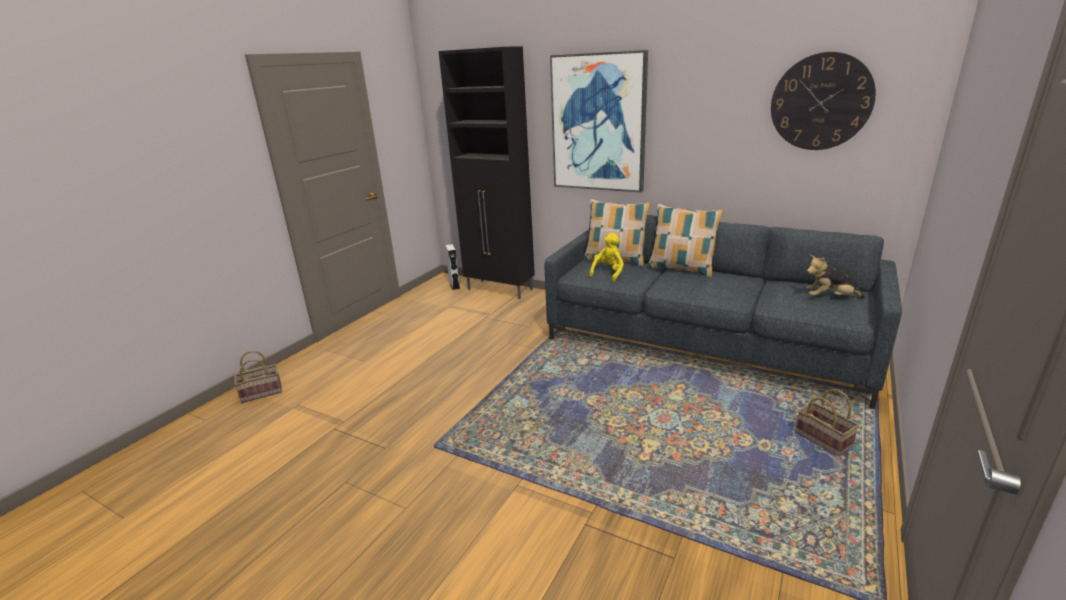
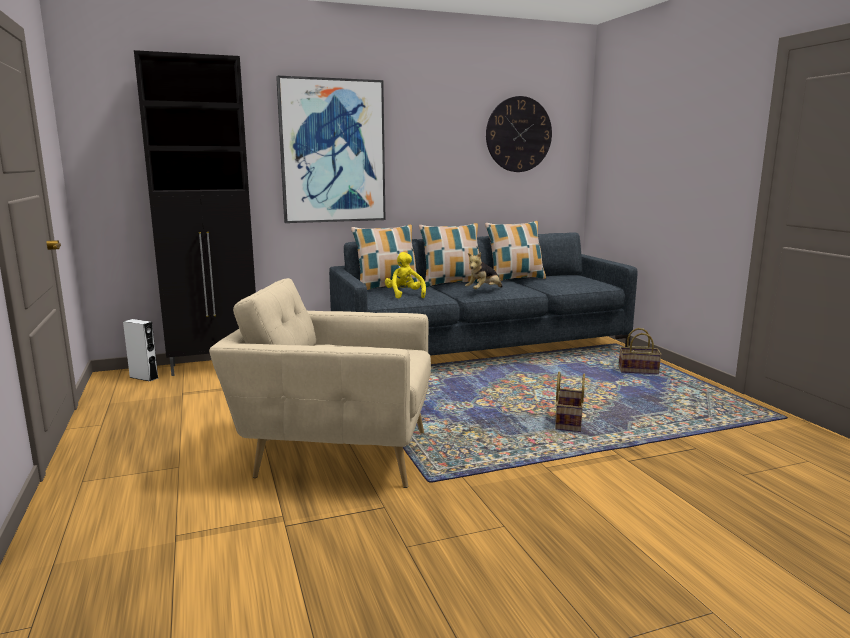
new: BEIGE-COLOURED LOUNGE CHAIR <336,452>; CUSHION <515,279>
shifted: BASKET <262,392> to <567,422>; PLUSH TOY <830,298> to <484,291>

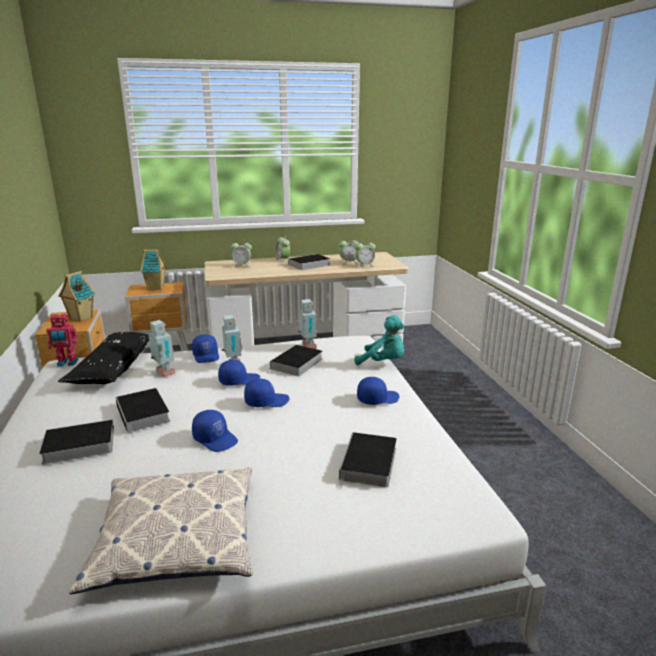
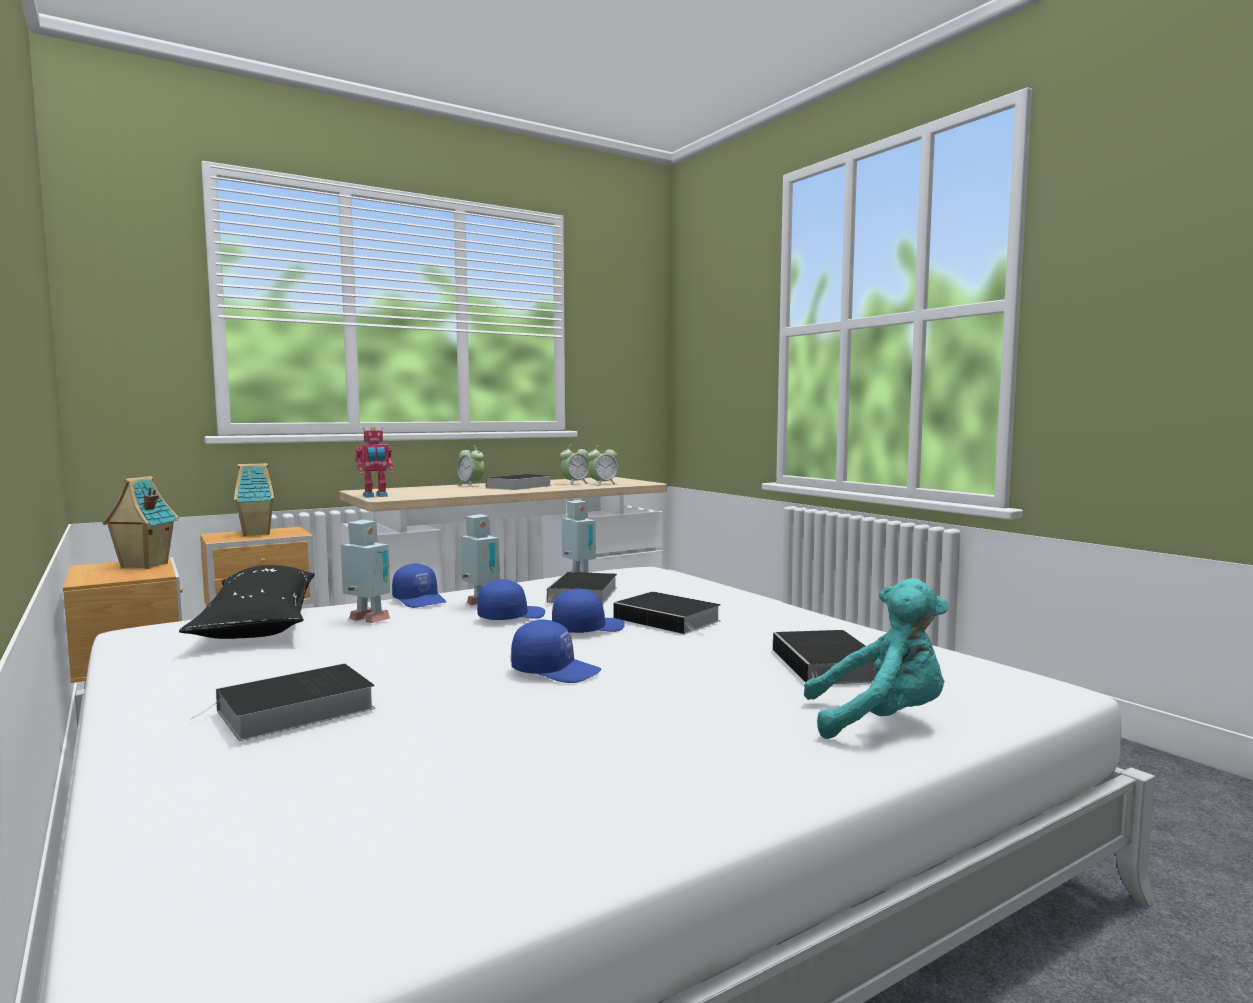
gone: CUSHION <176,538>; BEDSIDE CLOCK <242,265>; BLUE-COLOURED PEAKED CAP <377,398>
shifted: MODEL ROBOT <67,363> to <375,496>; BOUND BOOK <144,414> to <670,620>; TURQUOISE-COLOURED PLUSH TOY <383,362> to <880,721>

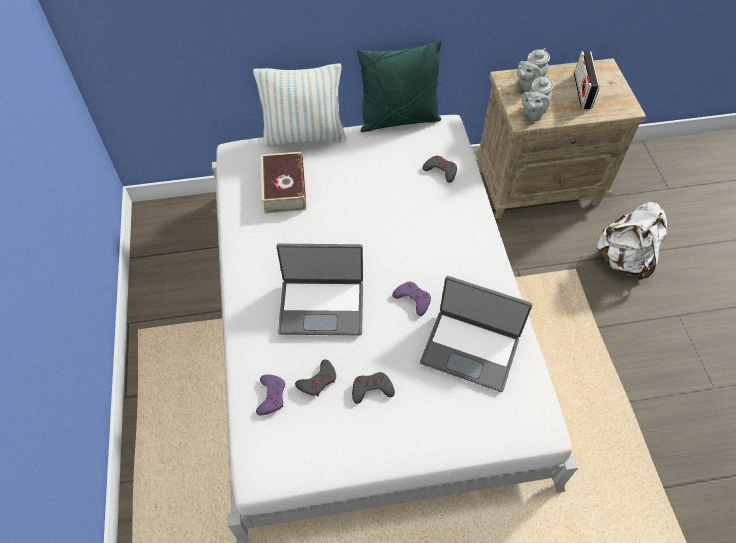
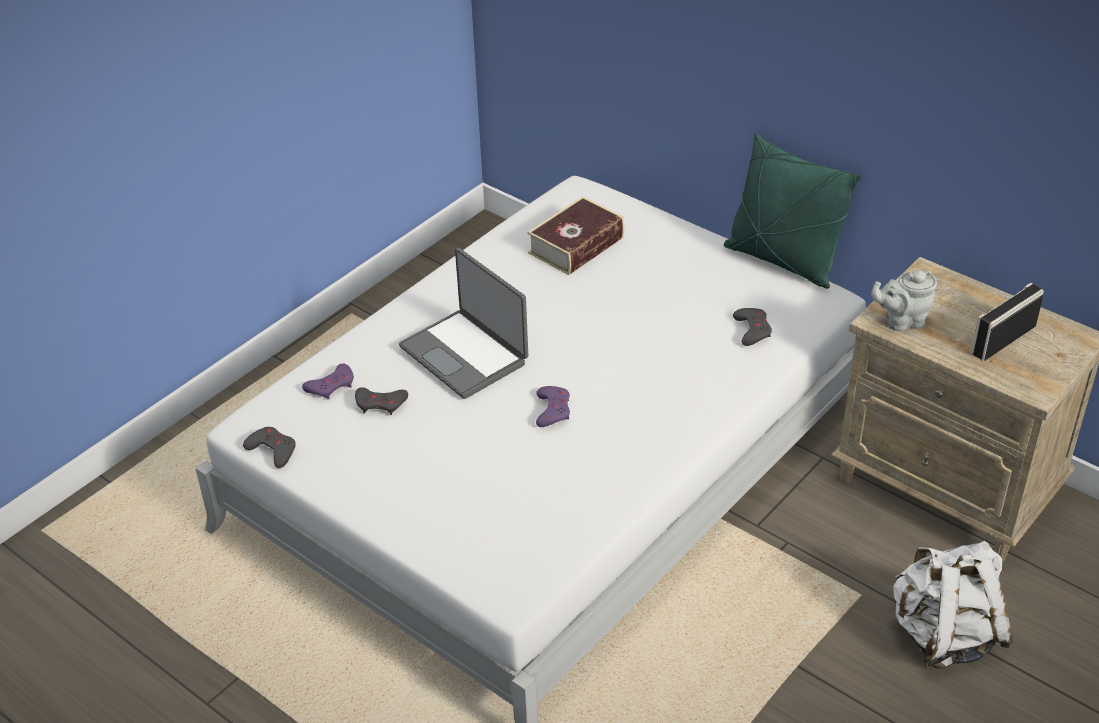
gone: CUSHION <304,136>; PORTABLE COMPUTER <470,349>; GRAY POT FOR TEA <528,85>
shifted: GRAY GAME CONTROLLER <371,389> to <272,450>

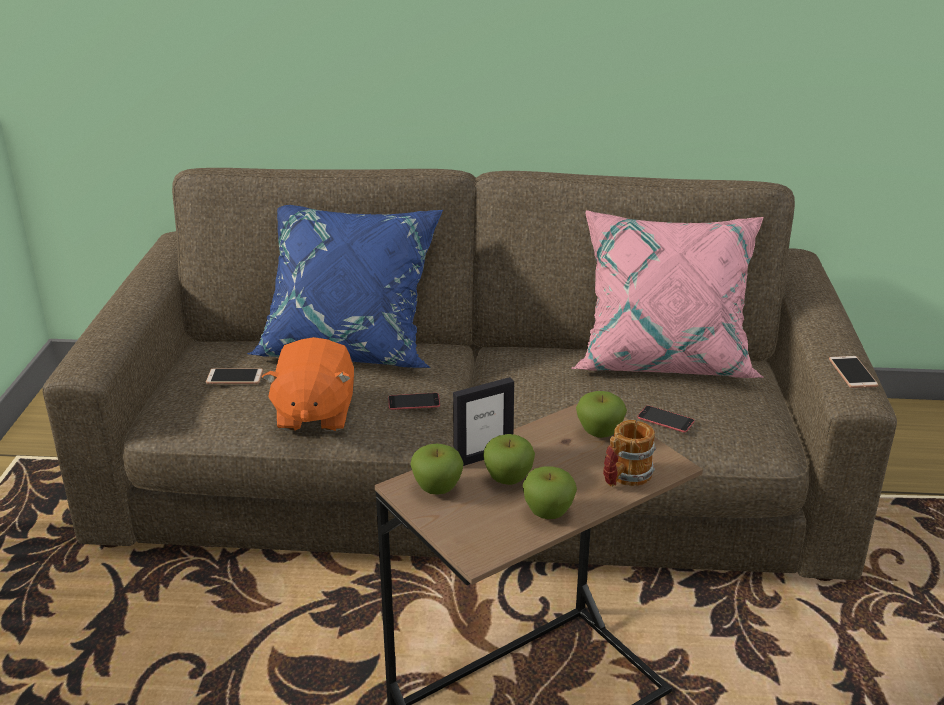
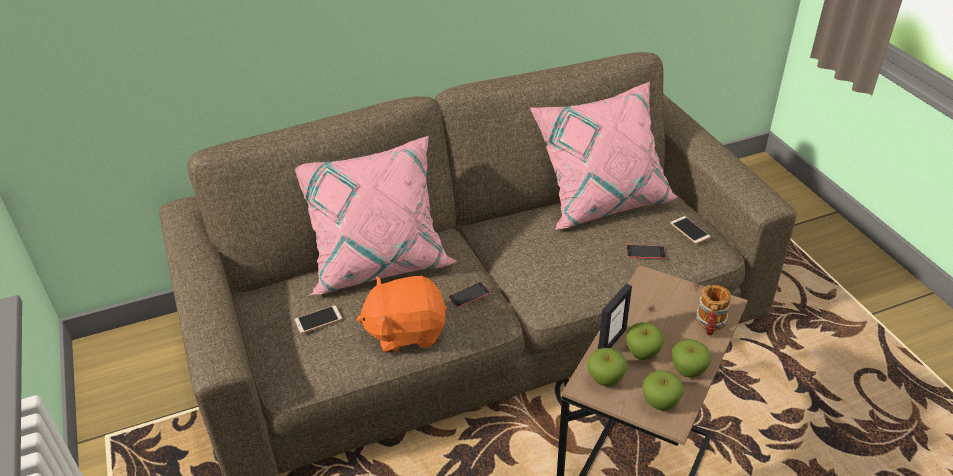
shifted: WHOLE APPLE <599,433> to <660,403>; PHONE <852,373> to <690,230>
repainted: BLUE-COLOURED CUSHION <350,347> to PINK CUSHION <378,260>
rotated: ORANGE-COLOURED PLUSH TOY <314,414> = <406,331> 105 degrees clockwise

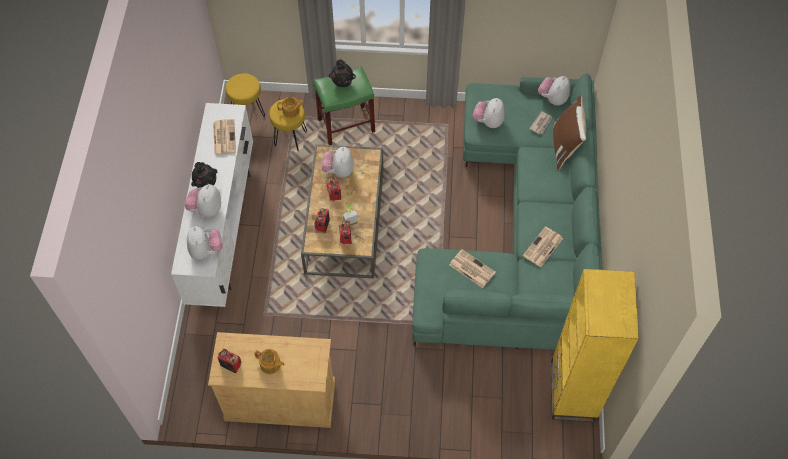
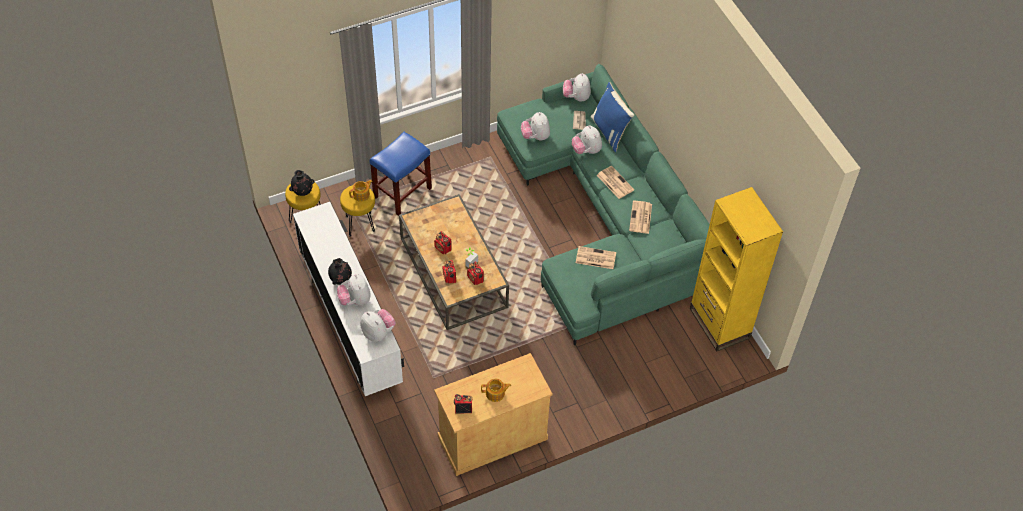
shifted: NEWSPAPER <224,137> to <614,182>; PLUSH TOY <338,171> to <586,150>; BLACK VASE <342,83> to <302,192>
repainted: GREEN STOOL <346,124> to BLUE-COLOURED STOOL <402,192>; BROWN CUSHION <565,146> to BLUE-COLOURED CUSHION <610,131>

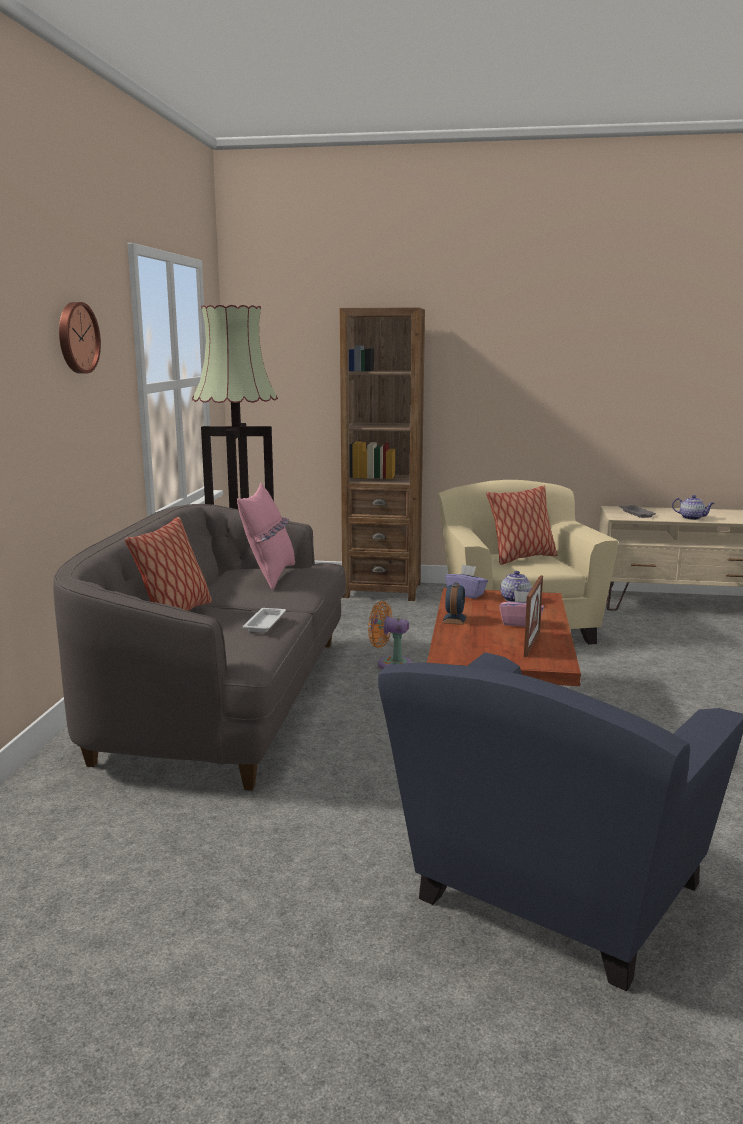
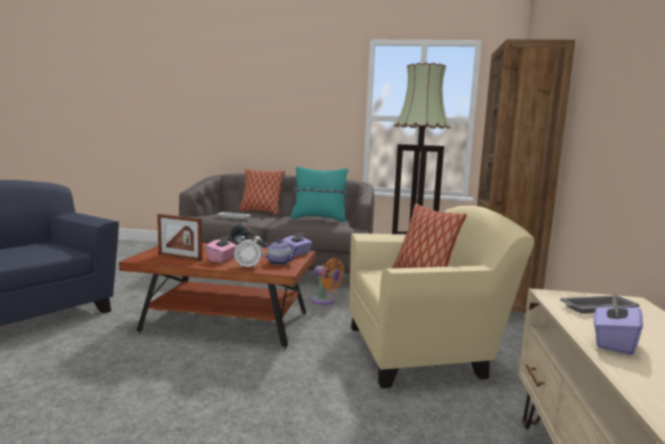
gone: HANGING CLOCK <76,338>
new: BEDSIDE CLOCK <248,267>
swapped: POT FOR TEA <692,518> to PURPLE TISSUE BOX <613,343>
repainted: PINK CUSHION <269,576> to TURQUOISE-COLOURED CUSHION <319,219>
rotated: ORANGE-COLOURED FAN <390,664> = <325,301> 105 degrees clockwise

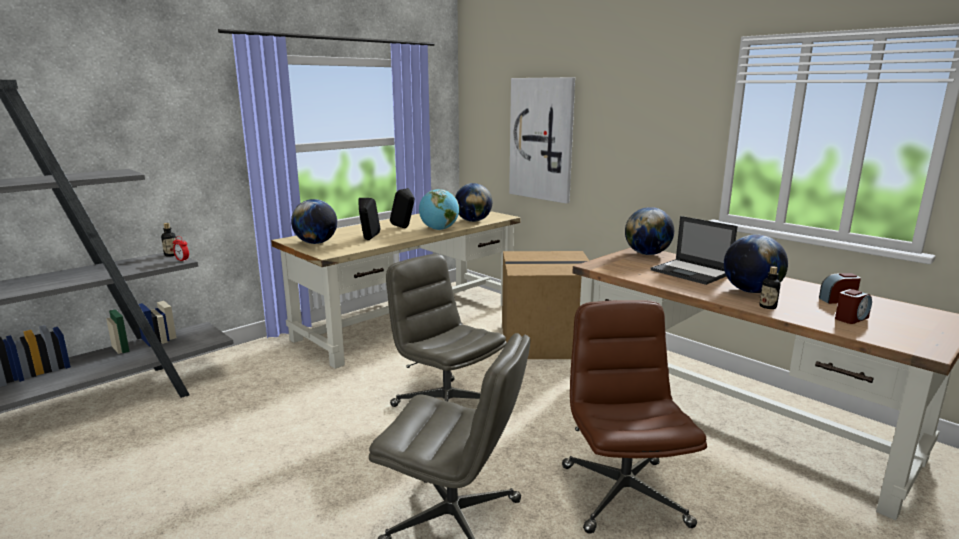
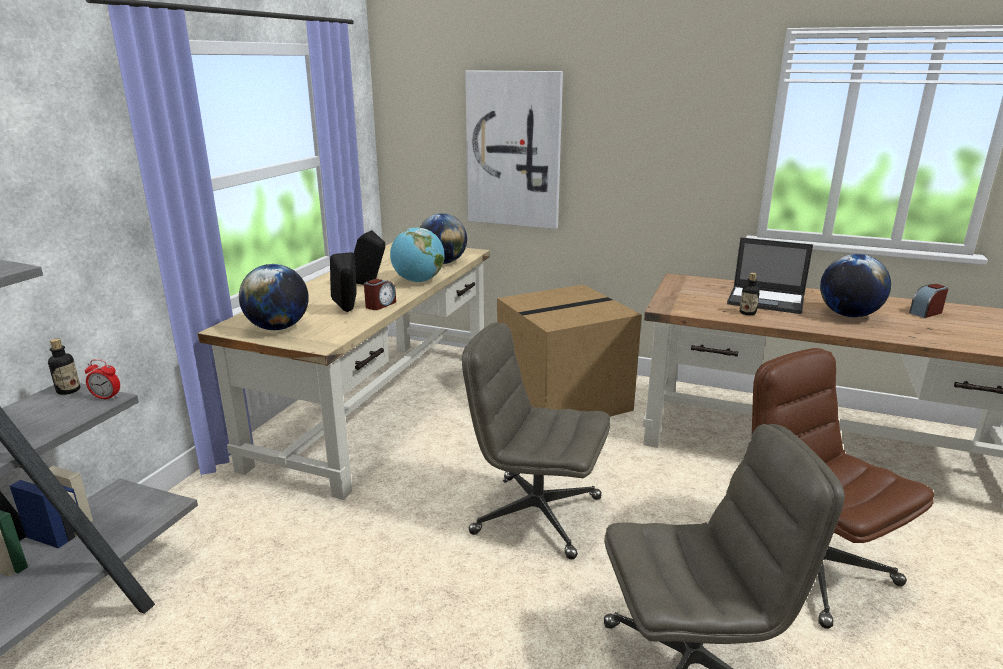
gone: DESK GLOBE <647,254>
shifted: BEVERAGE BOTTLE <767,307> to <747,313>; BEDSIDE CLOCK <851,318> to <380,305>

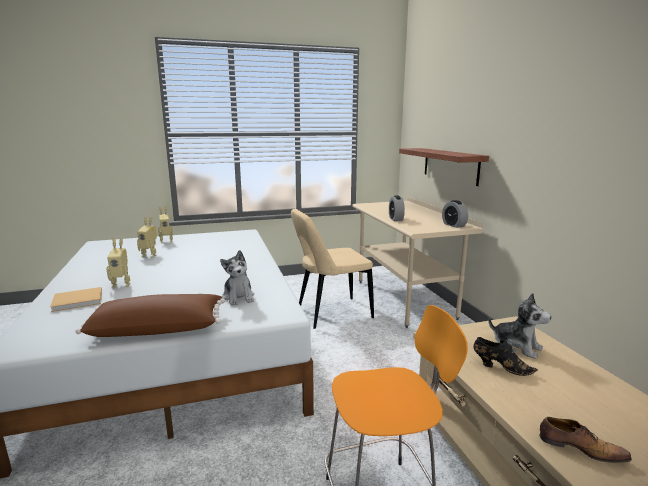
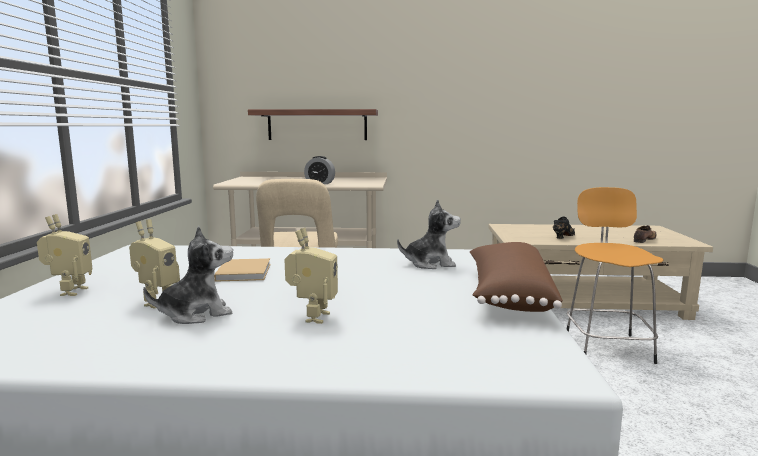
gone: BEDSIDE CLOCK <453,225>
shifted: BEIGE-COLOURED BOUND BOOK <79,300> to <244,272>; PLUSH TOY <517,346> to <196,314>

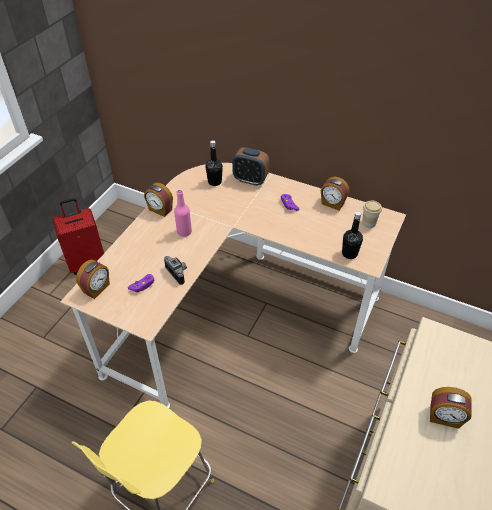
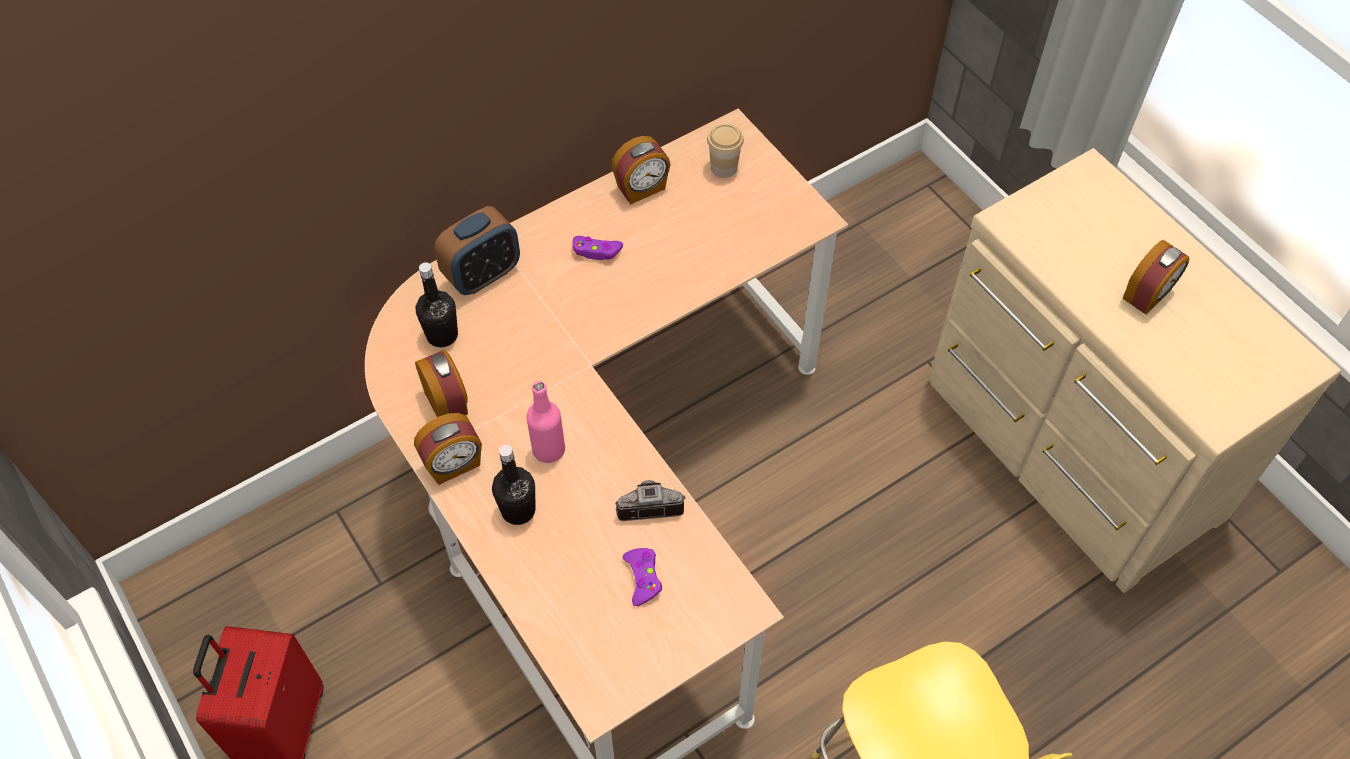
shifted: BEDSIDE CLOCK <97,289> to <447,402>; BLACK BEVERAGE BOTTLE <349,253> to <518,510>

